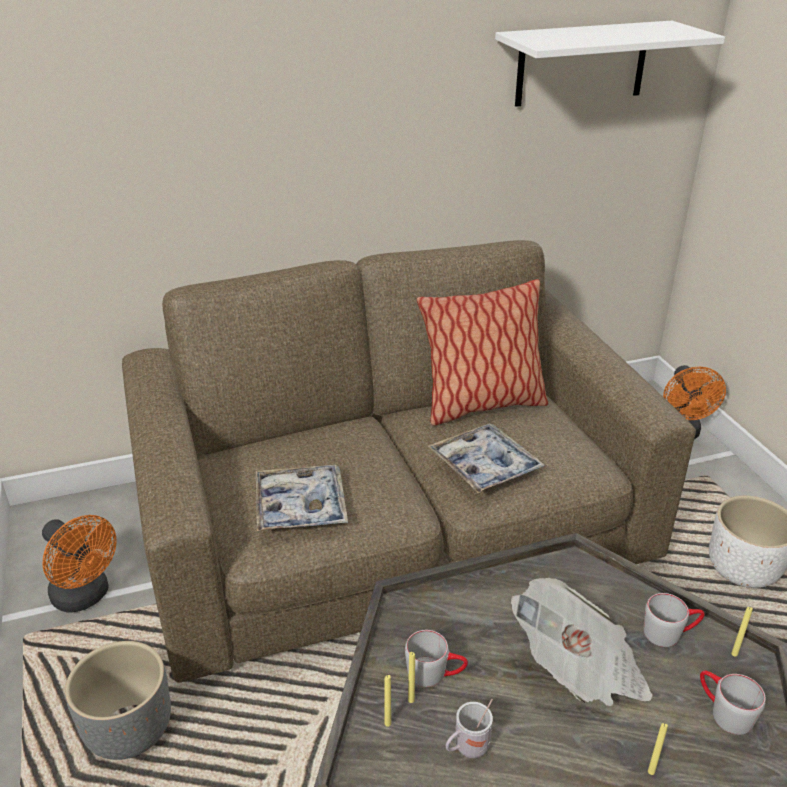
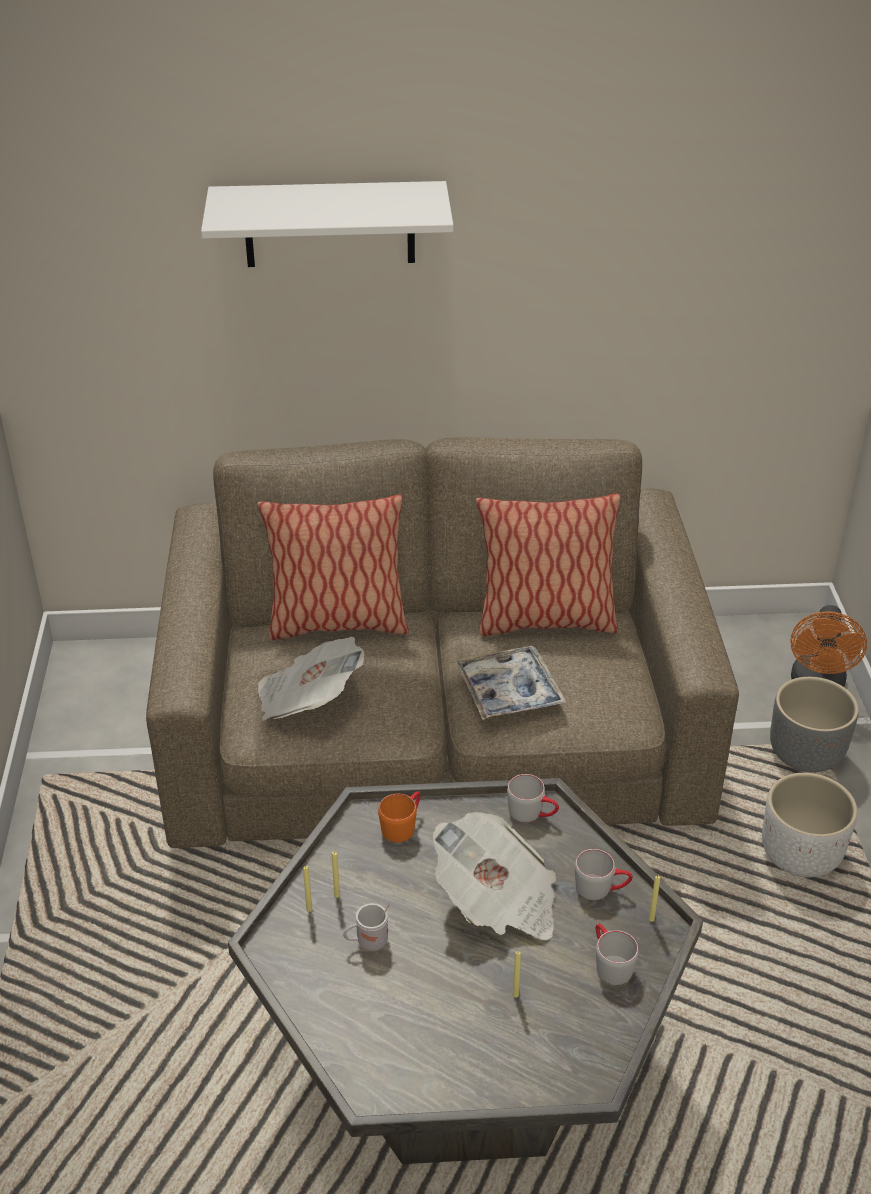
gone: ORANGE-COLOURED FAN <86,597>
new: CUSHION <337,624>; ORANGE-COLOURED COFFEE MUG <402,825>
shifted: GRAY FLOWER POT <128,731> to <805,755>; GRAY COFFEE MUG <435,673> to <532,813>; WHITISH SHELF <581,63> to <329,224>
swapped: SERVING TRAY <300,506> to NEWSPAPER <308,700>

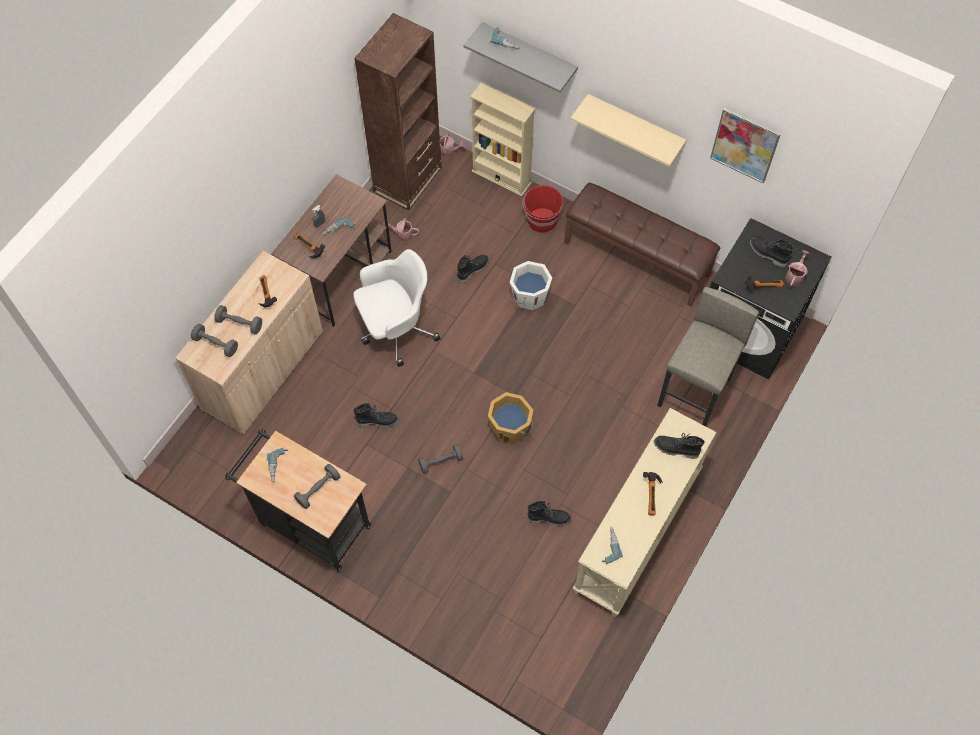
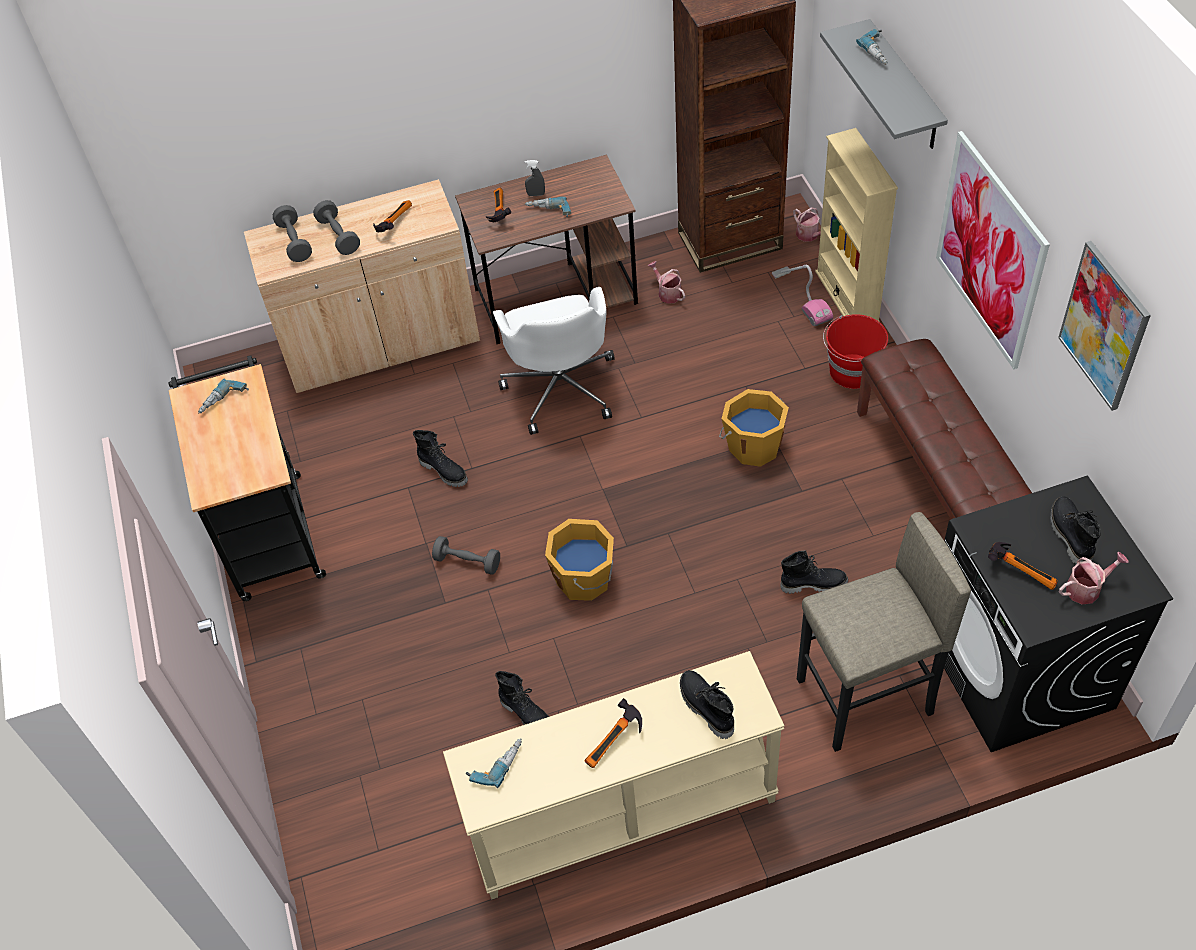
gone: GRAY DUMBBELL <318,489>
new: HOOVER <801,297>
shifted: BLACK BOOT <472,270> to <813,583>
swapped: BEIGE-COLOURED SHELF <635,126> to WALL PICTURE <990,250>
repainted: WHITISH BUCKET <529,296> to ORANGE-COLOURED BUCKET <753,446>
rotated: WHITISH DESK CHAIR <396,329> = <561,387> 60 degrees clockwise

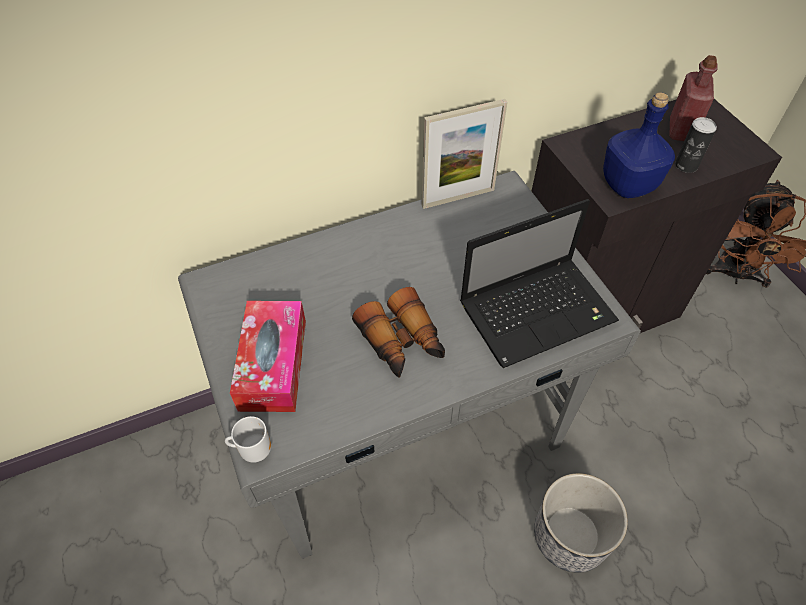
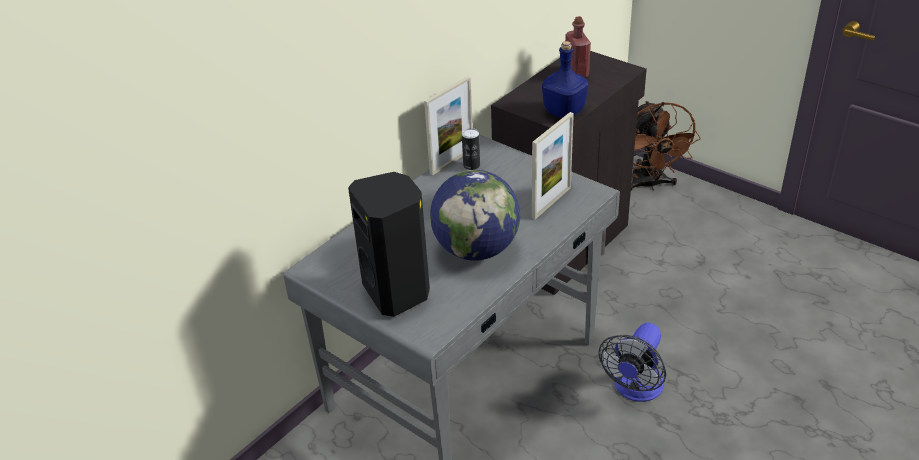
gone: COFFEE MUG <254,449>
shifted: METAL CAN <686,165> to <471,165>
swapped: TISSUE BOX <273,364> to BLACK AUDIO SPEAKER <398,292>; PAIR OF BINOCULARS <402,343> to DESK GLOBE <476,249>; PORTABLE COMPUTER <539,311> to PHOTO FRAME <551,202>; FLOWER POT <570,536> to FAN <635,389>

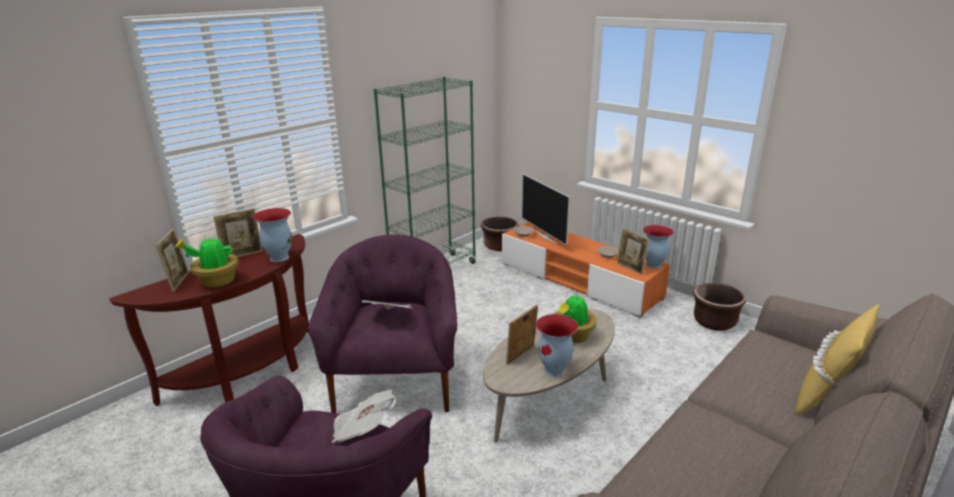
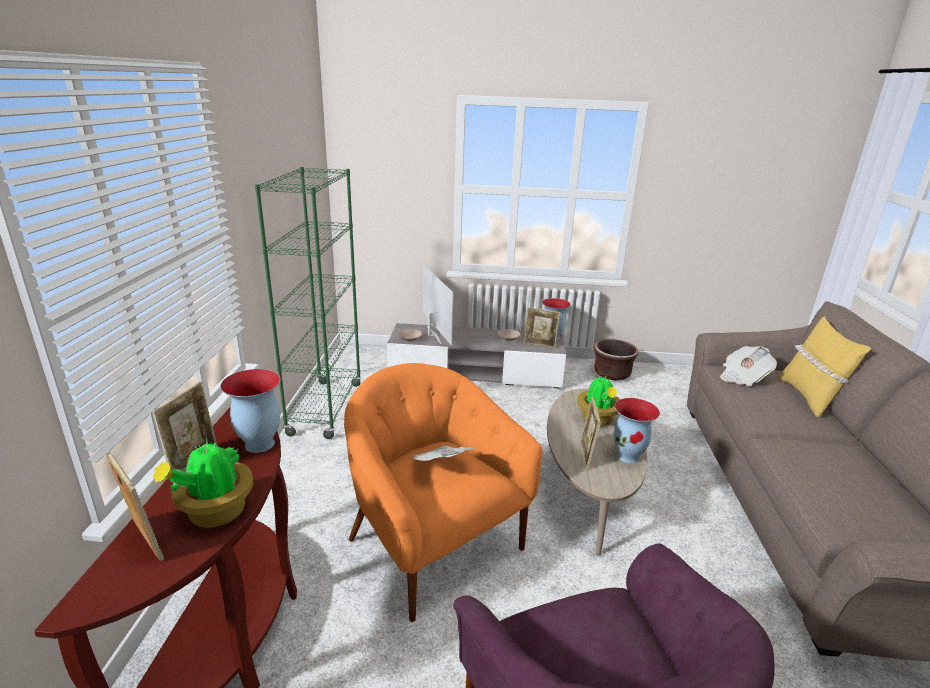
gone: BROWN FLOWER POT <499,246>
shifted: NEWSPAPER <363,430> to <743,377>
repainted: PURPLE LOUNGE CHAIR <396,380> to ORANGE-COLOURED LOUNGE CHAIR <433,544>; ORANGE-COLOURED TV UNIT <578,280> to GRAY TV UNIT <475,372>
rotated: TV SET <546,236> = <432,335> 135 degrees counterclockwise

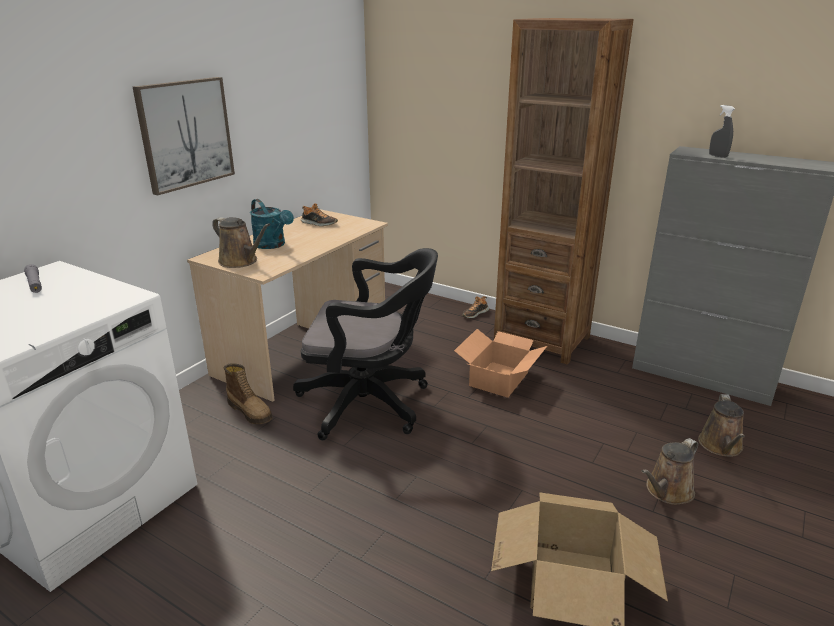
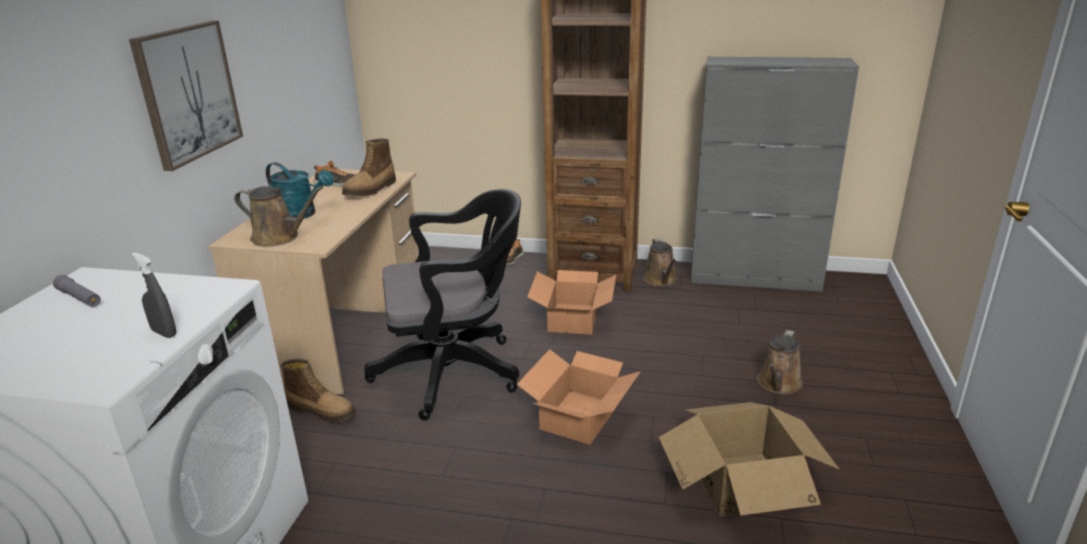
new: BOOT <371,190>; CARDBOARD BOX <580,416>
shifted: BROWN SPRINKLING CAN <721,446> to <661,280>; GRAY HAND SPRAYER <718,156> to <164,333>

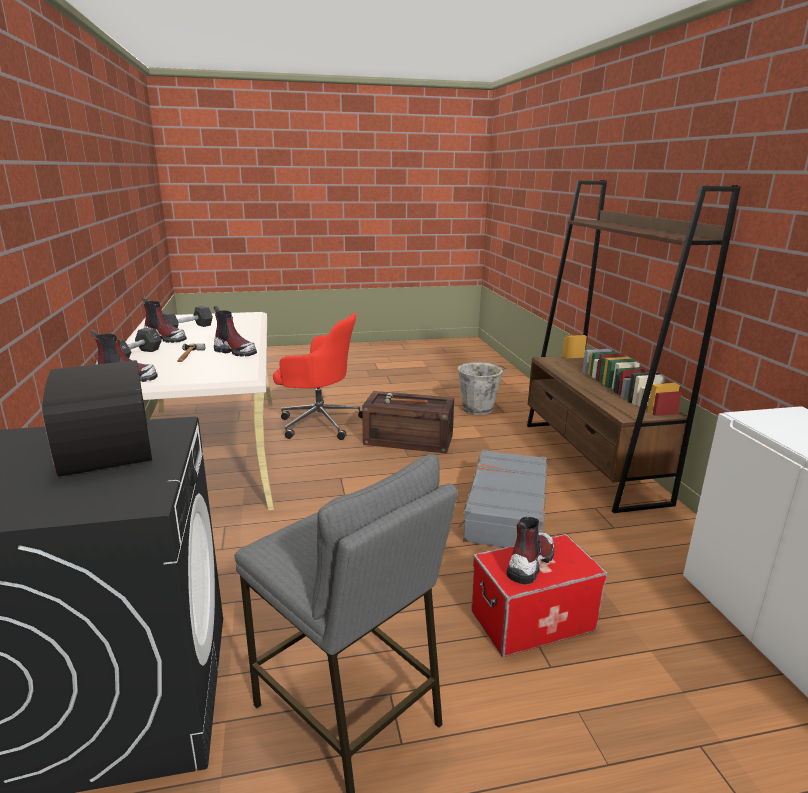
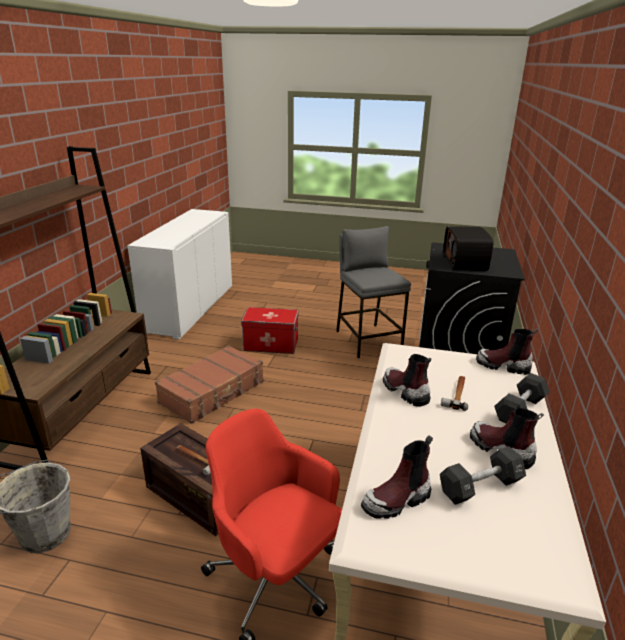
shifted: BOOT <530,563> to <397,500>
repainted: GRAY TRAVEL CASE <505,511> to BROWN TRAVEL CASE <213,392>

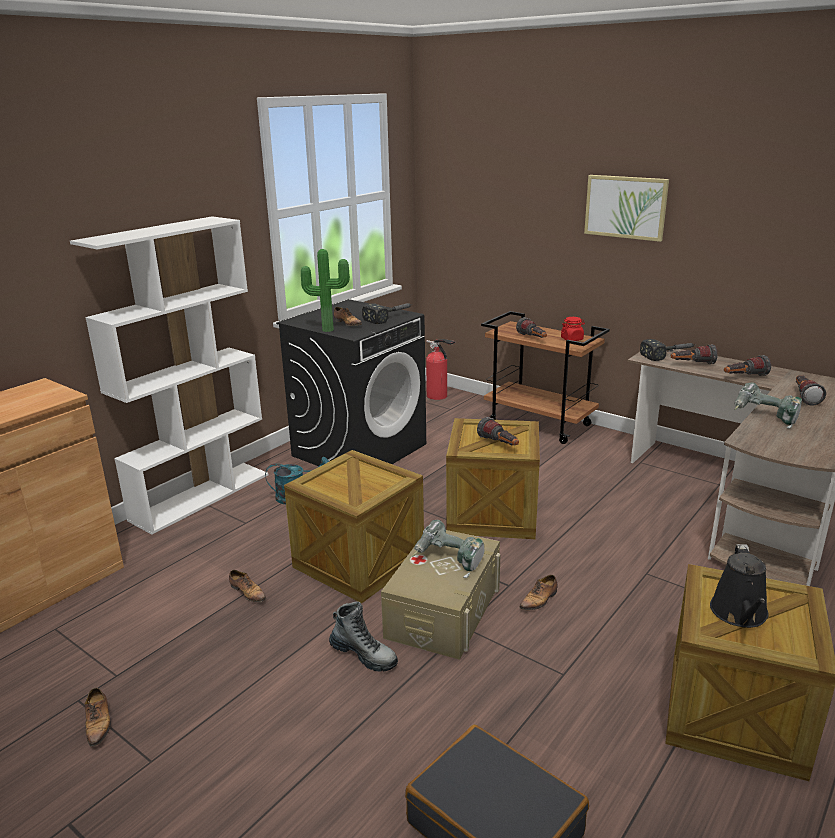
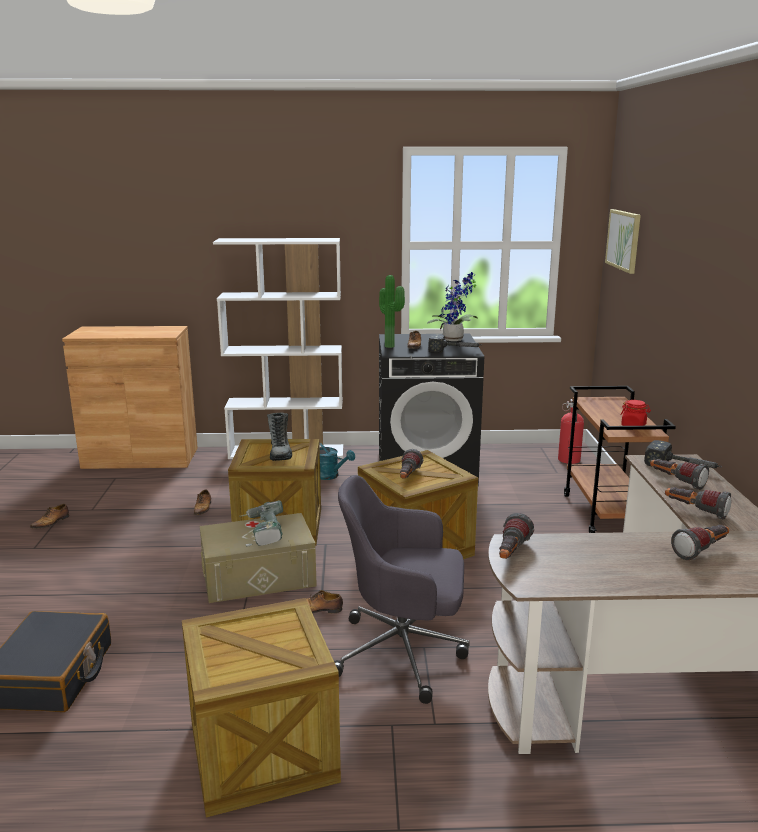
gone: BLACK SPRINKLING CAN <739,614>; ELECTRIC DRILL <764,417>
new: GRAY DESK CHAIR <403,653>; POTTED PLANT <455,340>
shifted: BOOT <364,655> to <280,453>; HAND TORCH <533,339> to <511,554>; WALL PICTURE <625,207> to <624,240>

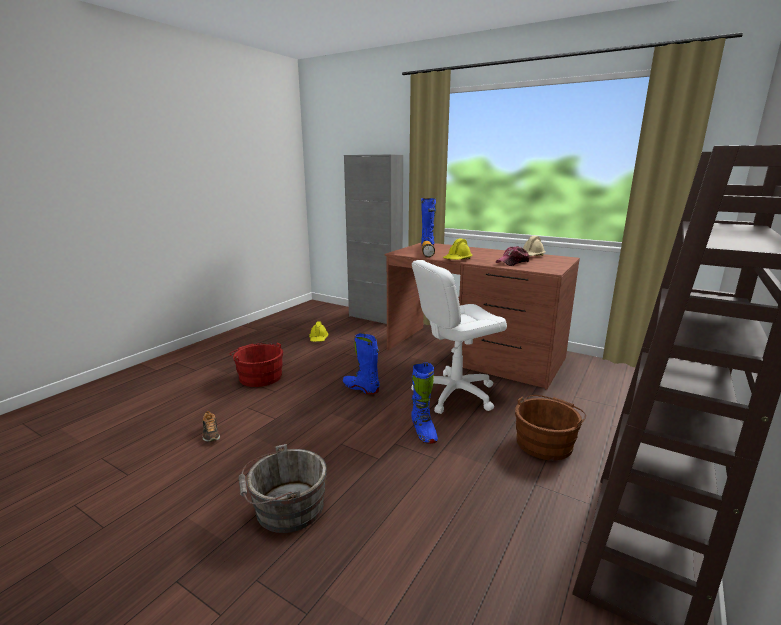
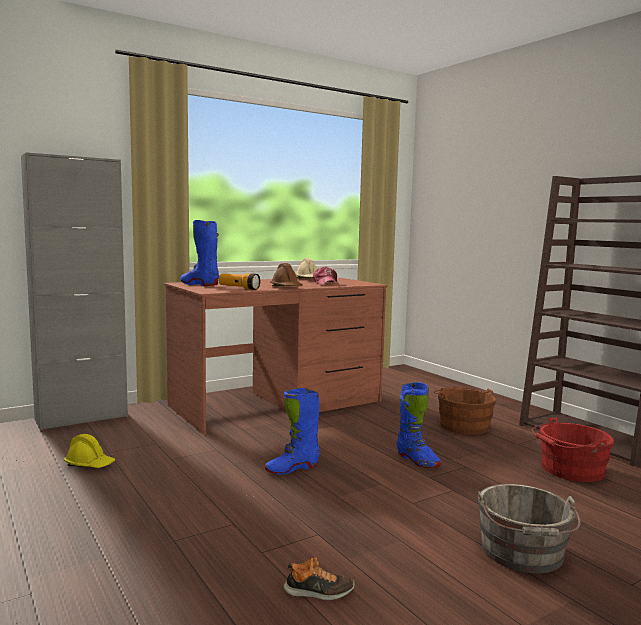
gone: WHITISH DESK CHAIR <455,393>
shifted: RED BUCKET <259,376> to <569,470>
repainted: YELLOW-COLOURED HARD HAT <457,260> to BROWN HARD HAT <286,287>
rotated: BLUE-COLOURED BOOT <423,432> = <417,460> 45 degrees clockwise

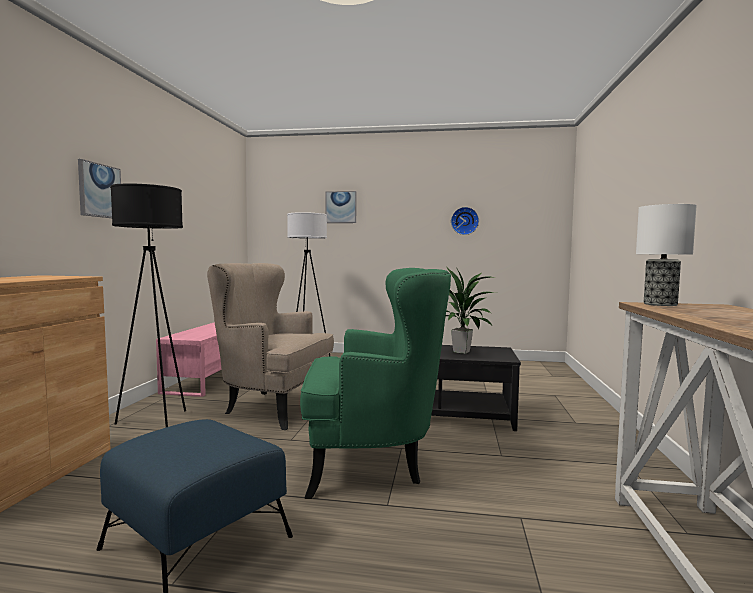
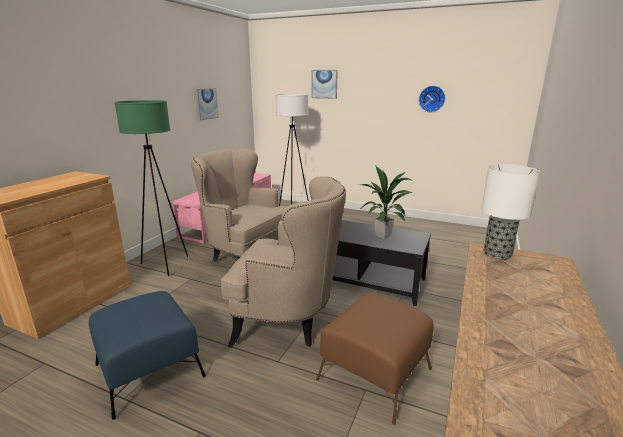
new: BROWN POUFFE <374,374>
shifted: WALL PICTURE <99,190> to <206,103>
repainted: BLACK FLOOR LAMP <155,422> to GREEN FLOOR LAMP <165,265>; GREEN LOUNGE CHAIR <373,461> to BEIGE-COLOURED LOUNGE CHAIR <289,321>

